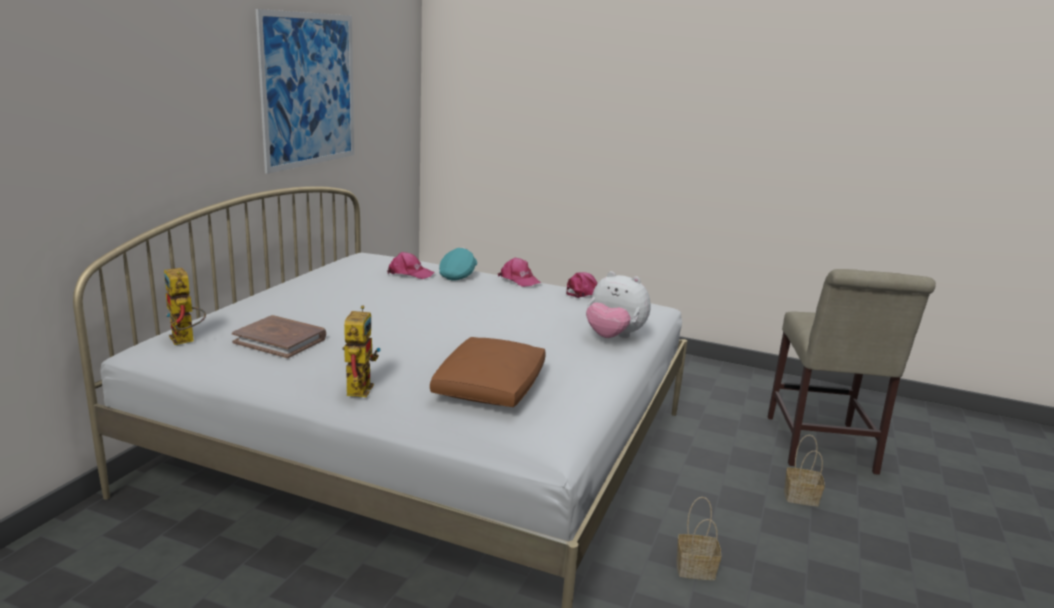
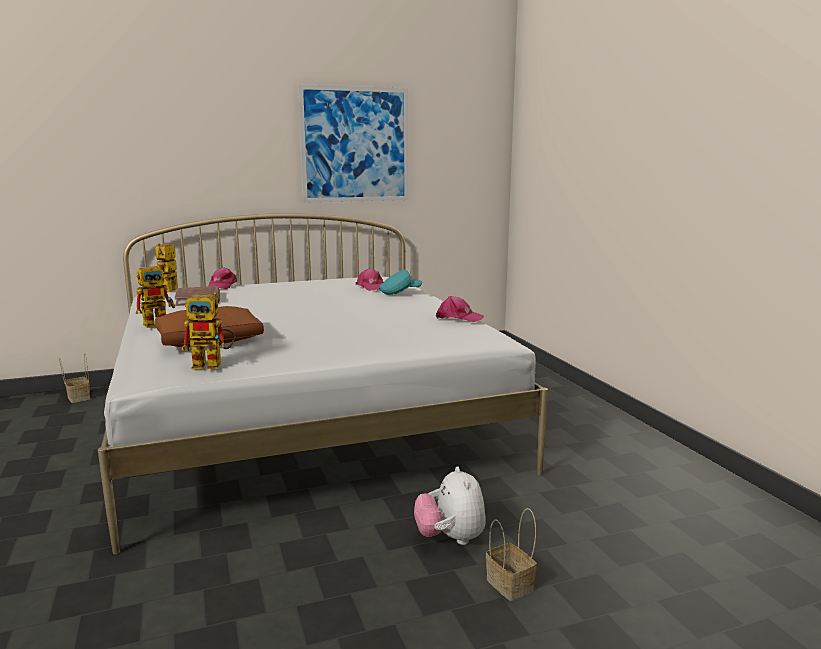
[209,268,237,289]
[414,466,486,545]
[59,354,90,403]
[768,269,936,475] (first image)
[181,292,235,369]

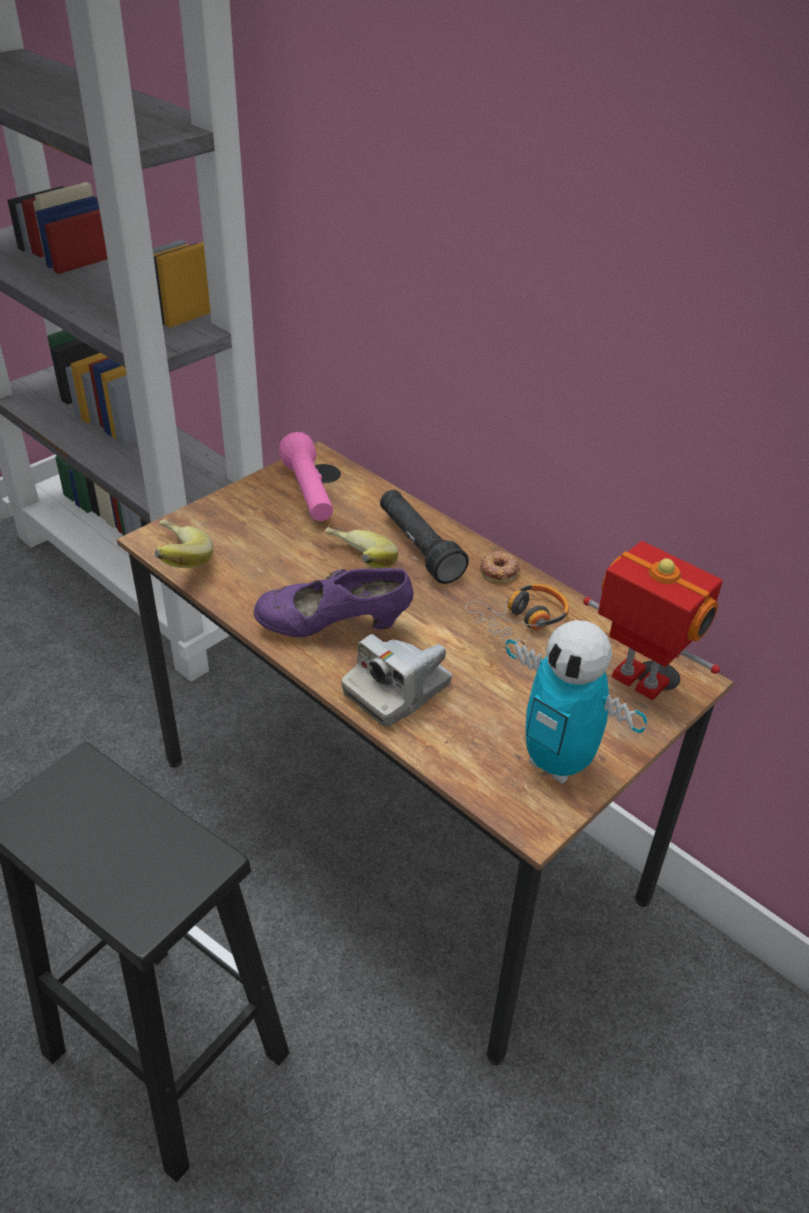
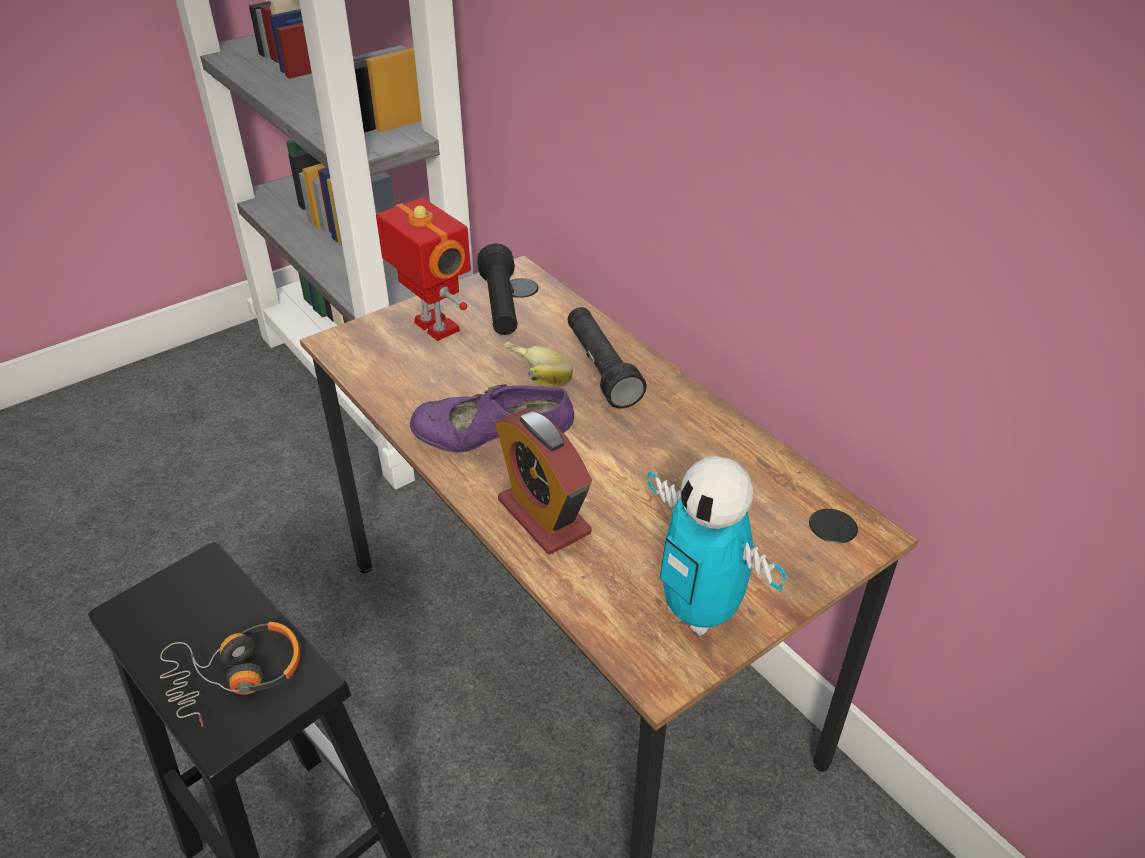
[155,519,213,568] (first image)
[477,243,518,335]
[496,409,592,555]
[160,622,300,727]
[480,551,520,583] (first image)
[376,197,471,341]

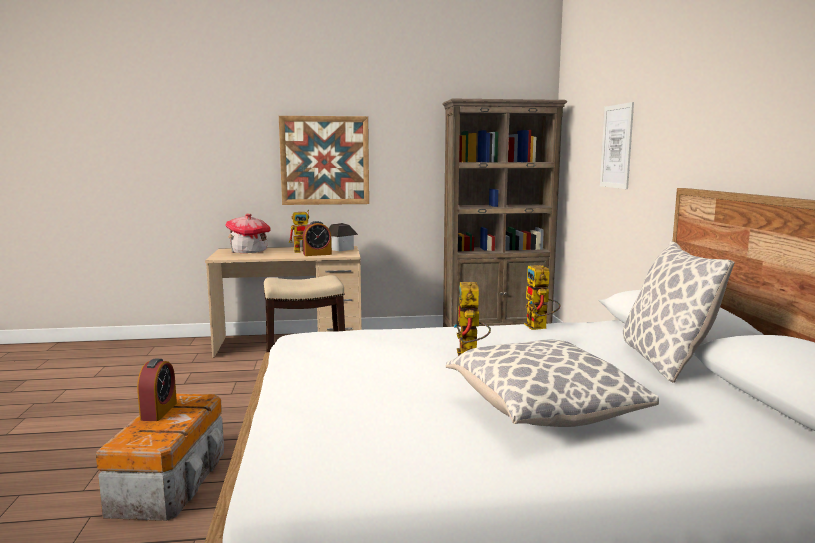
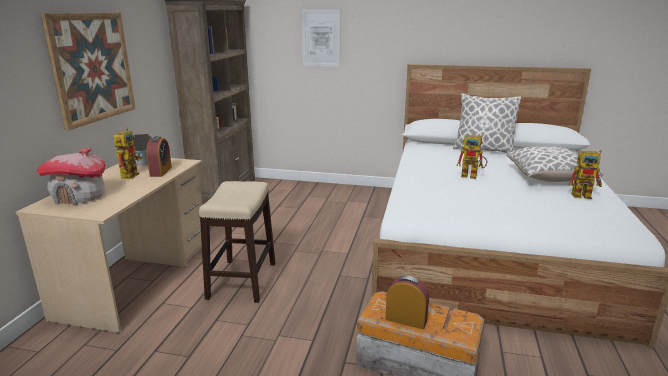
[569,150,602,199]

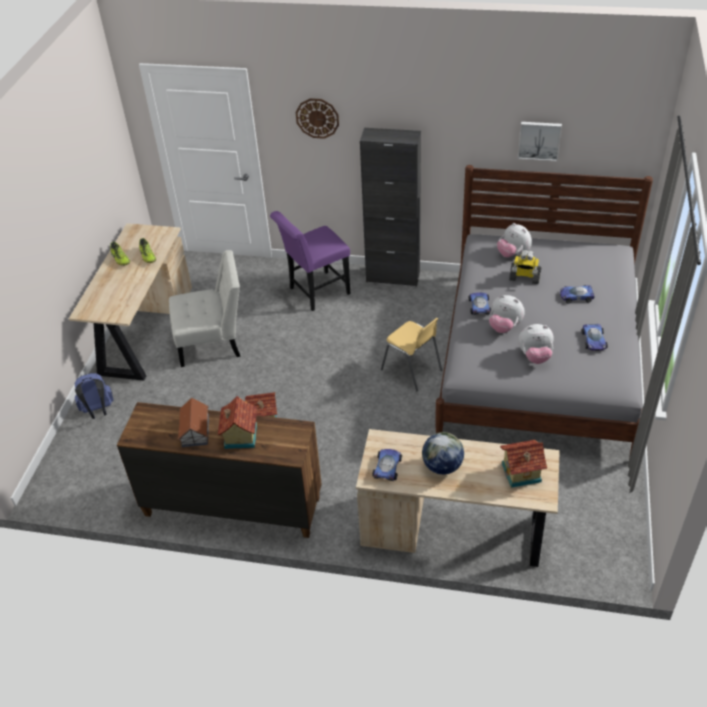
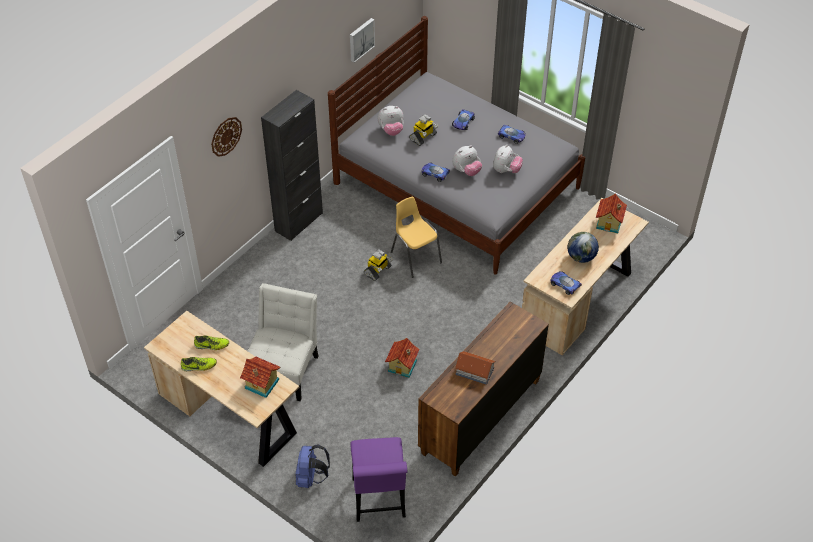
[240,357,280,398]
[351,437,407,522]
[391,197,442,278]
[364,249,393,281]

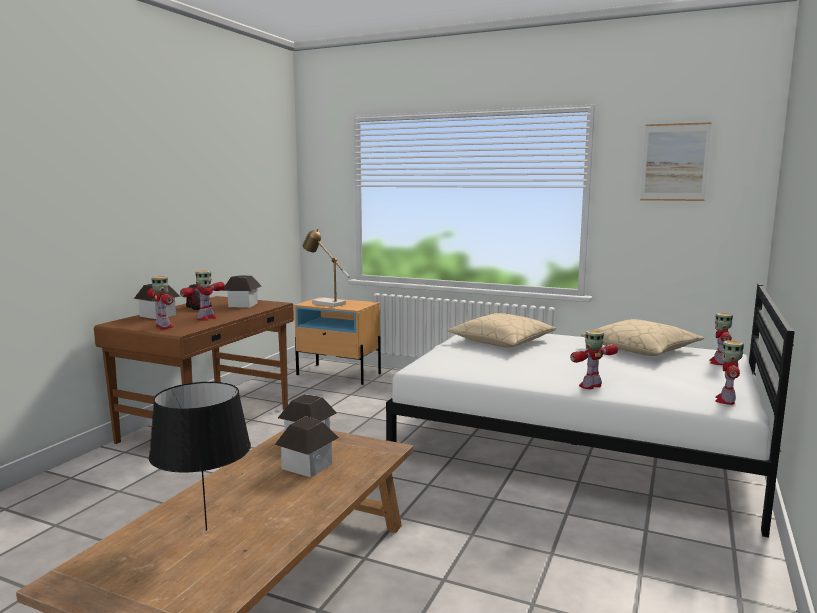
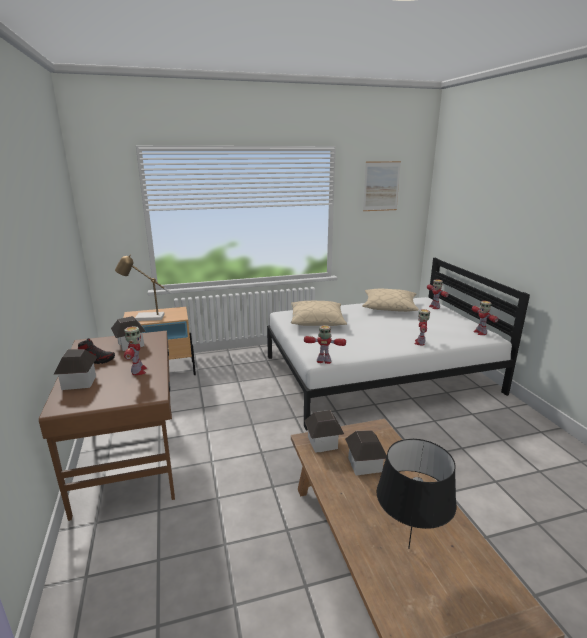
[304,325,346,364]

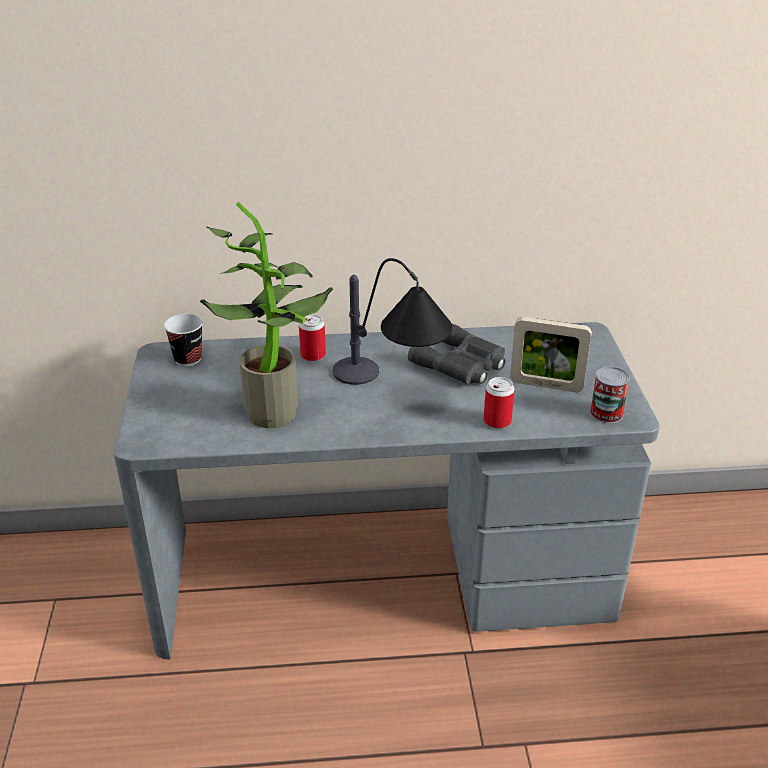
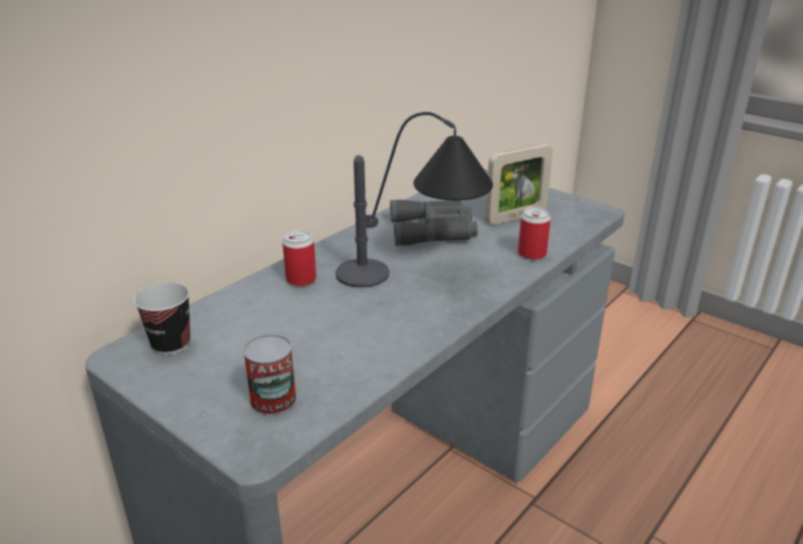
[200,202,333,428] (first image)
[243,334,297,415]

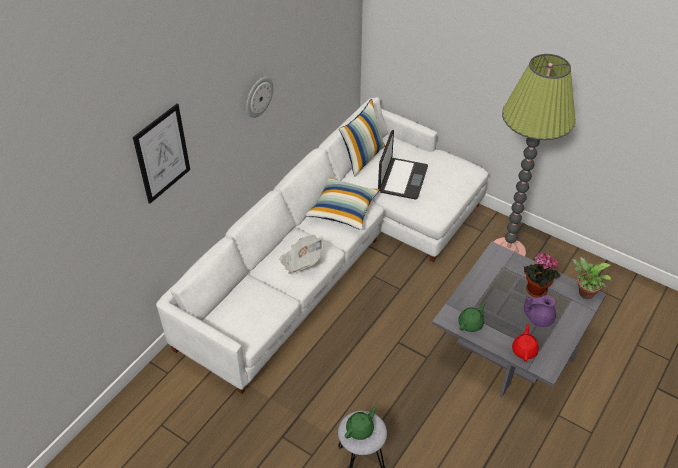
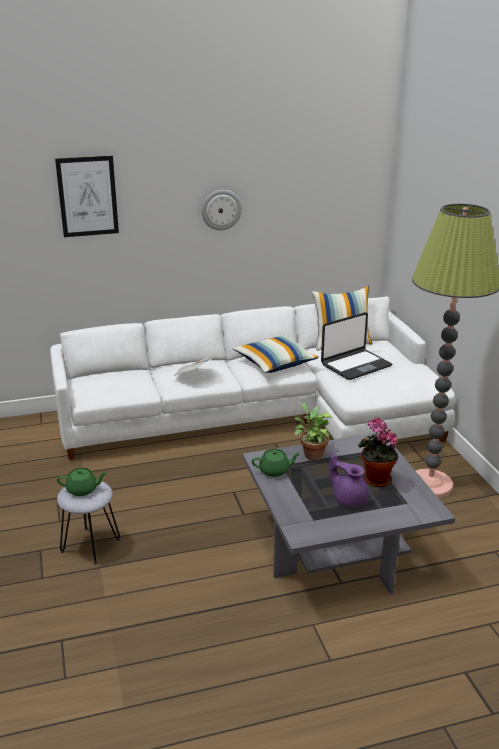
[512,324,539,361] (first image)
[295,402,333,461]

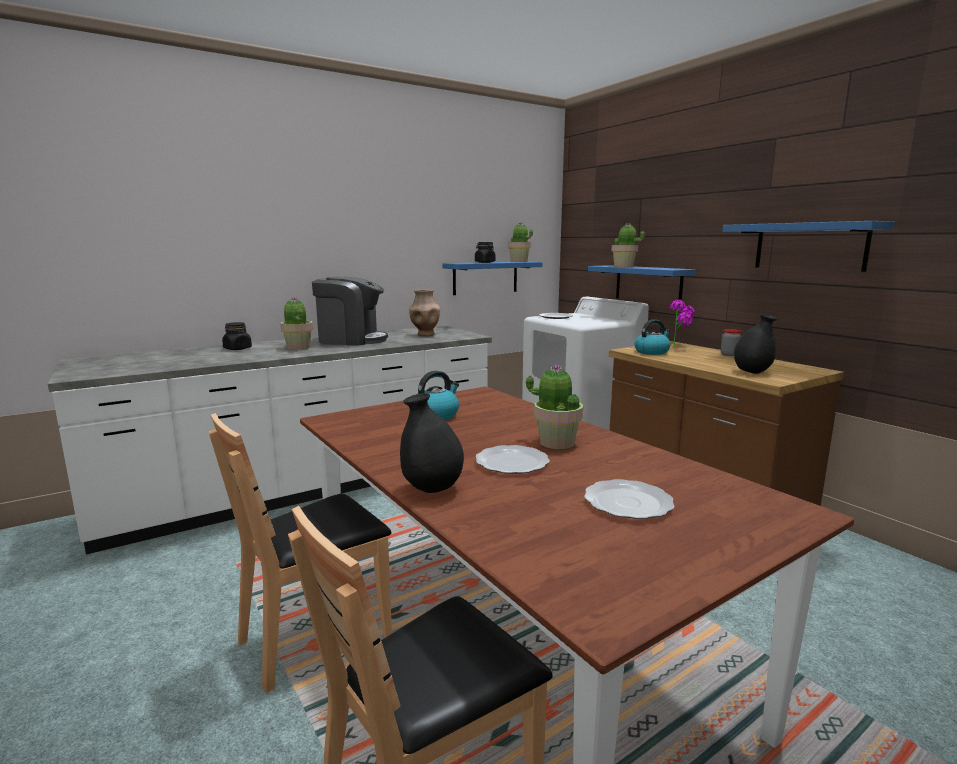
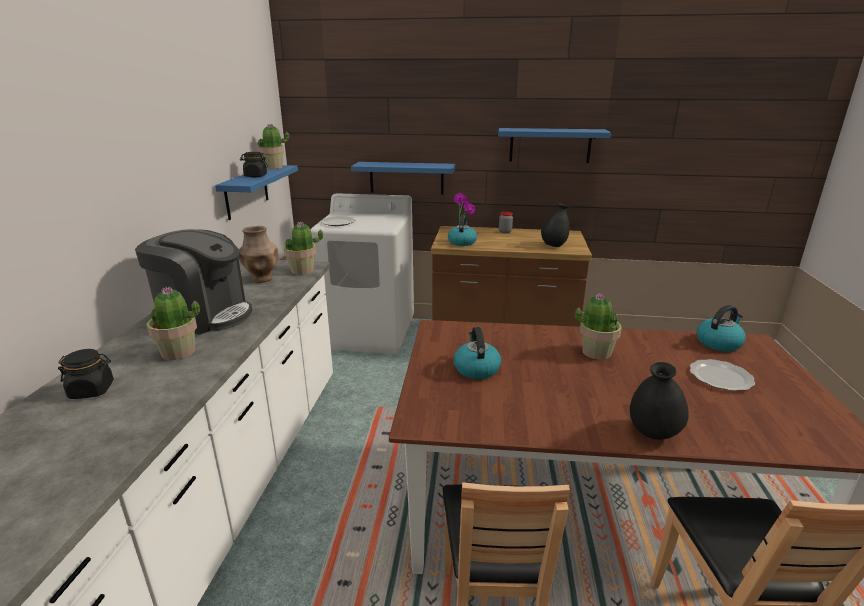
[135,229,252,335]
[475,445,550,474] (first image)
[284,221,323,275]
[697,305,746,352]

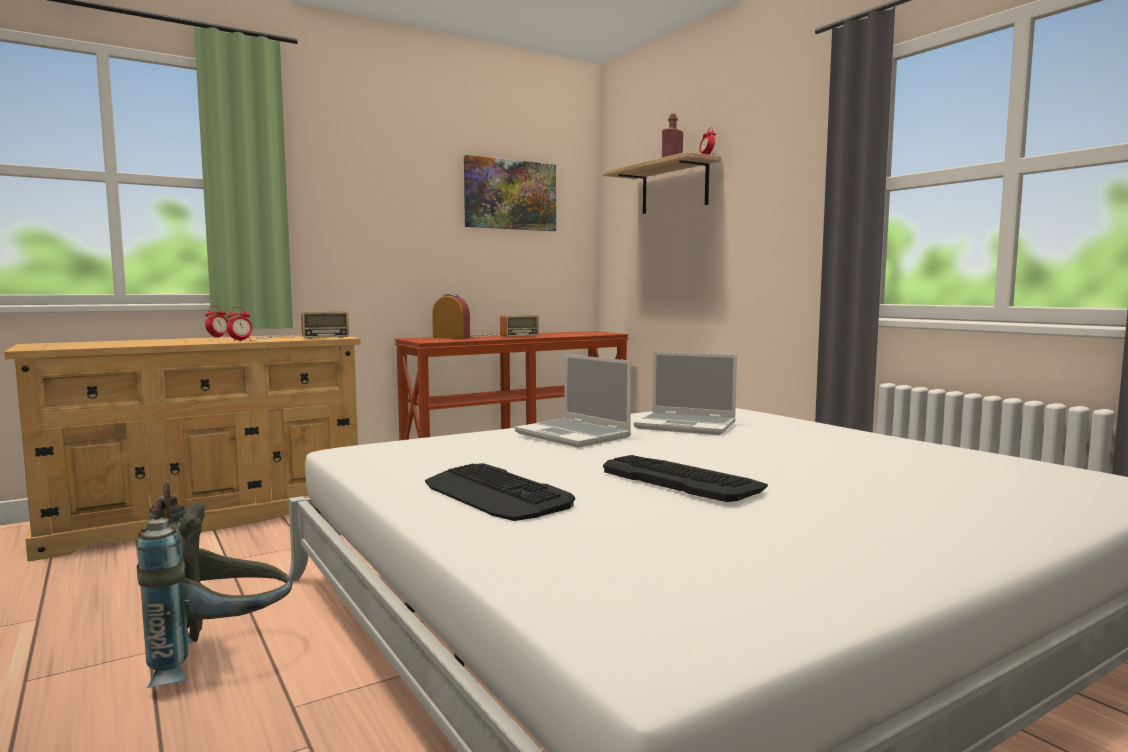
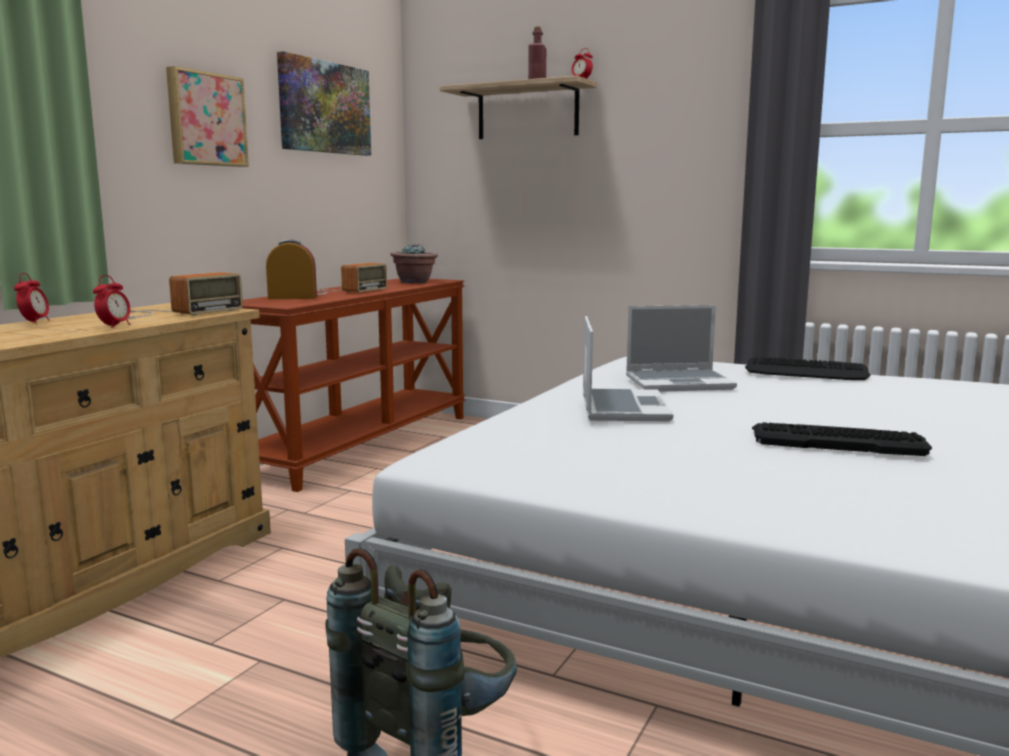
[745,357,871,380]
[583,316,673,421]
[166,66,249,167]
[391,244,438,284]

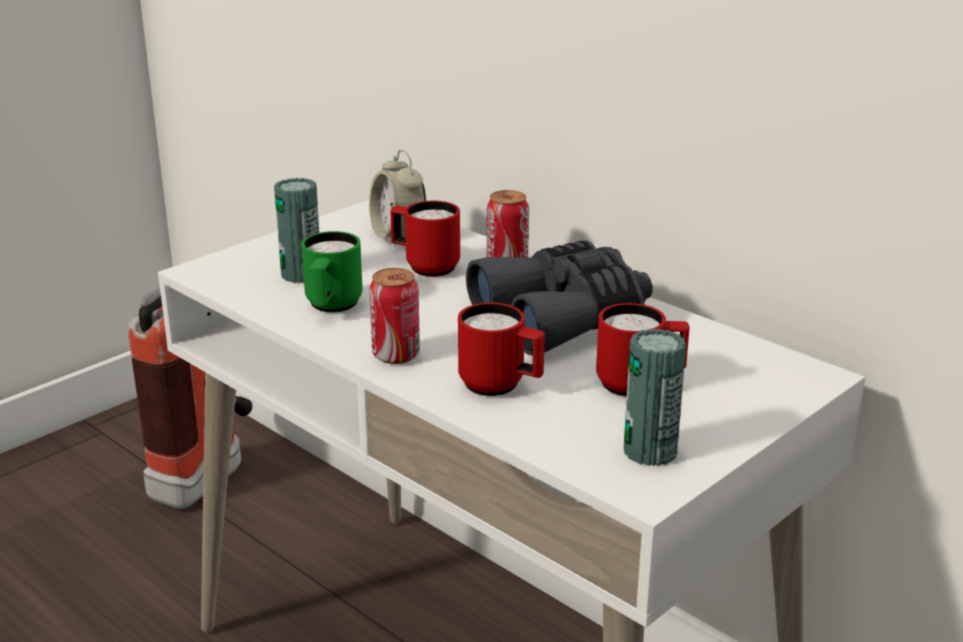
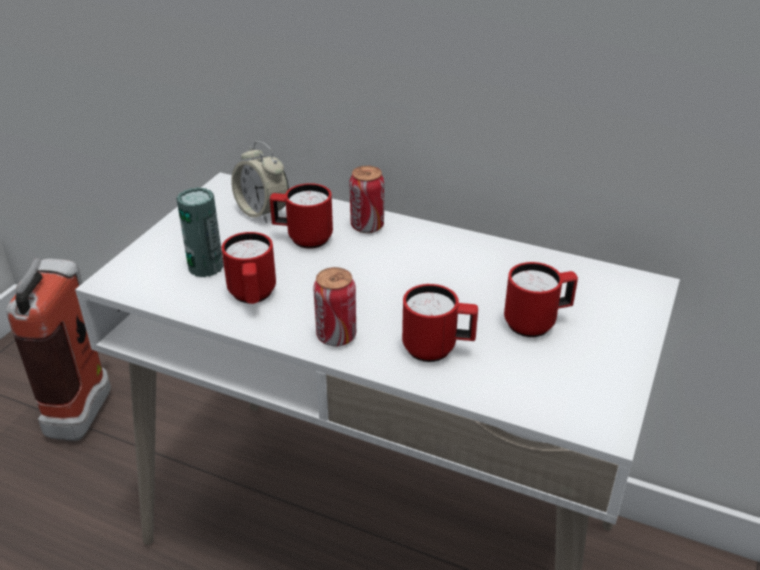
[221,232,276,304]
[466,240,653,355] (first image)
[624,329,686,466] (first image)

